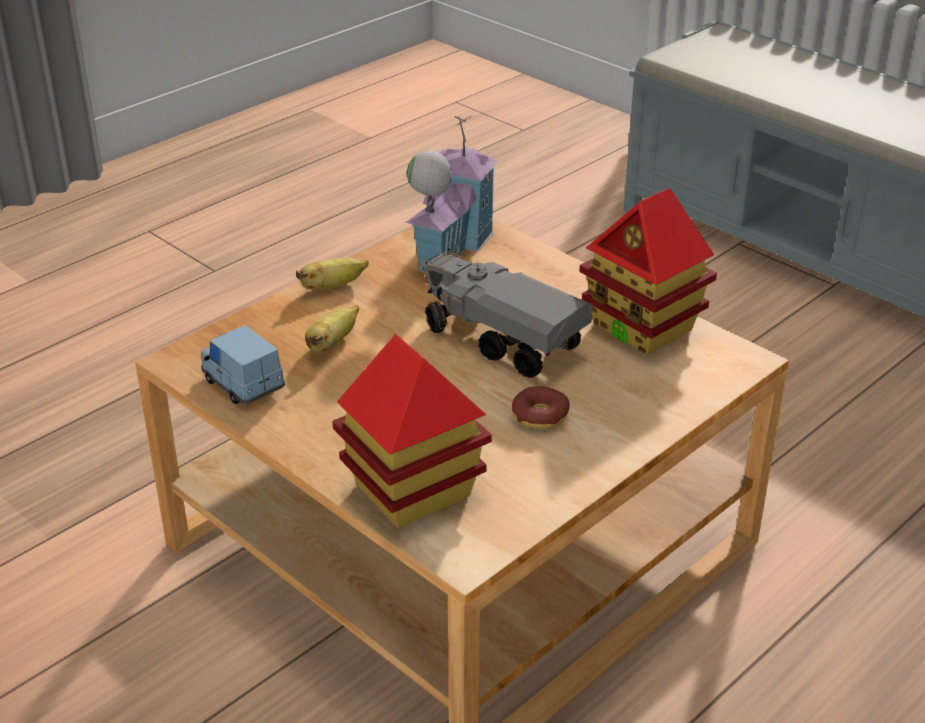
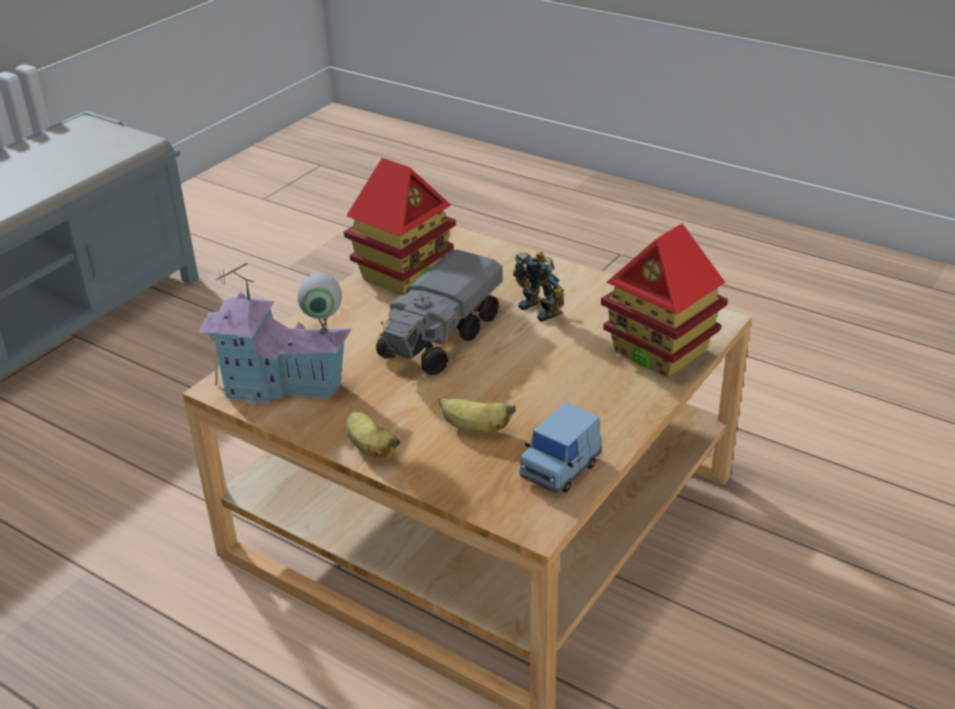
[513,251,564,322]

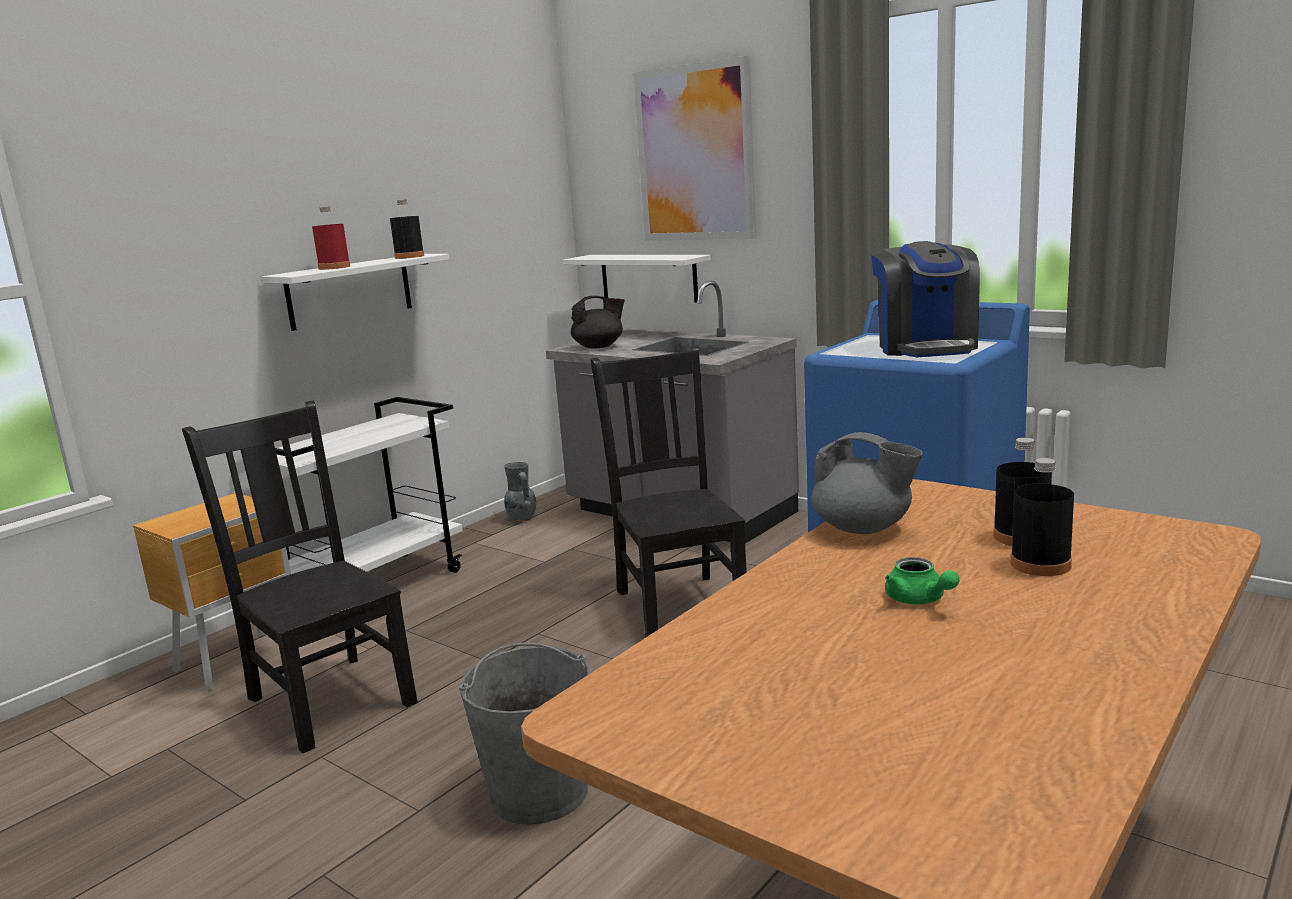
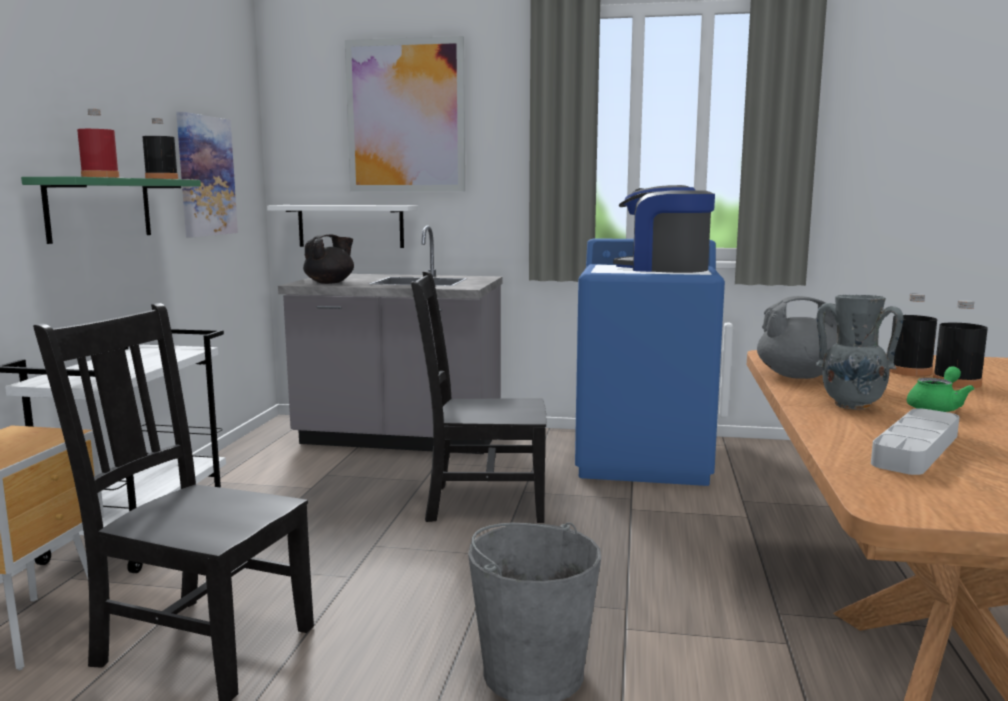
[21,177,201,244]
[816,295,904,410]
[411,271,546,523]
[613,185,715,273]
[907,366,974,412]
[176,112,238,237]
[871,408,960,475]

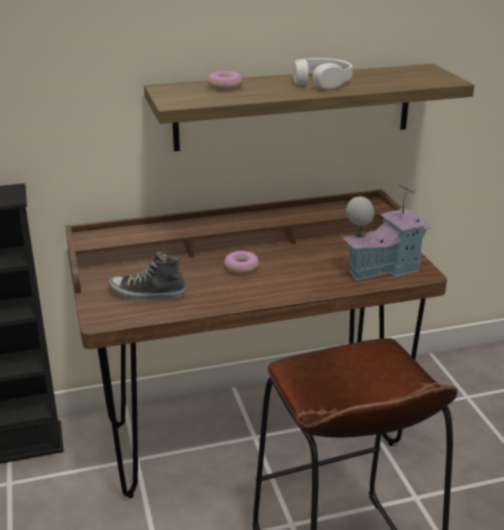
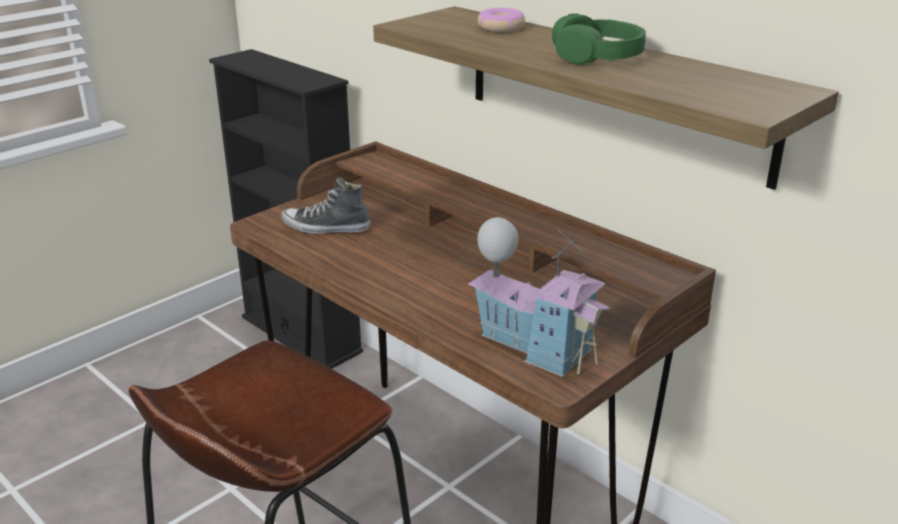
[281,177,370,234]
[224,251,259,274] (first image)
[552,13,646,65]

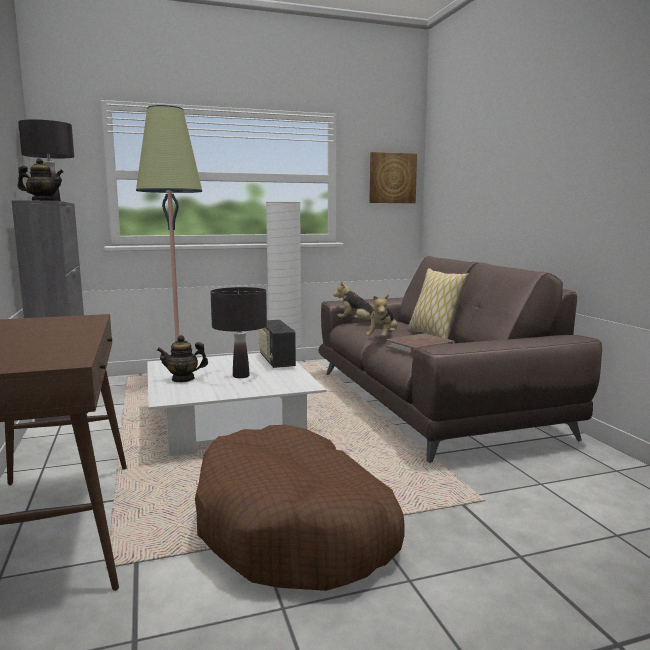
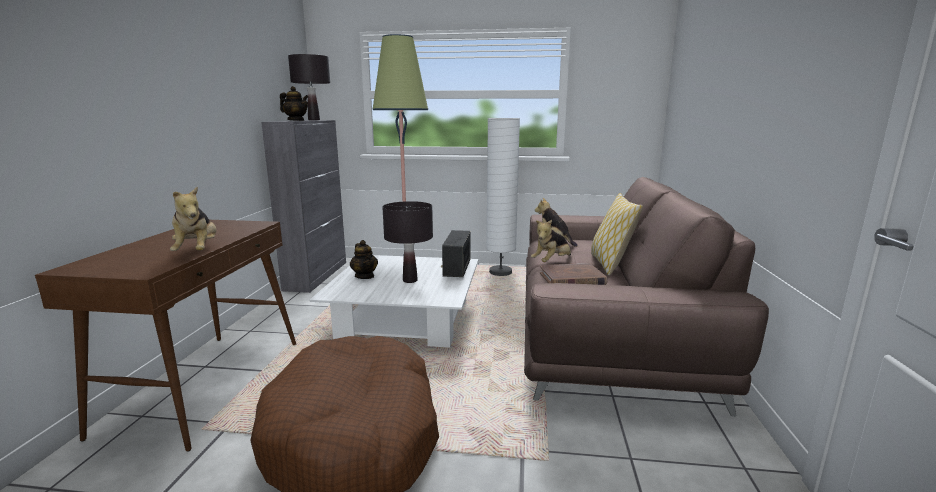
[350,240,378,279]
[369,152,417,203] (first image)
[170,187,216,251]

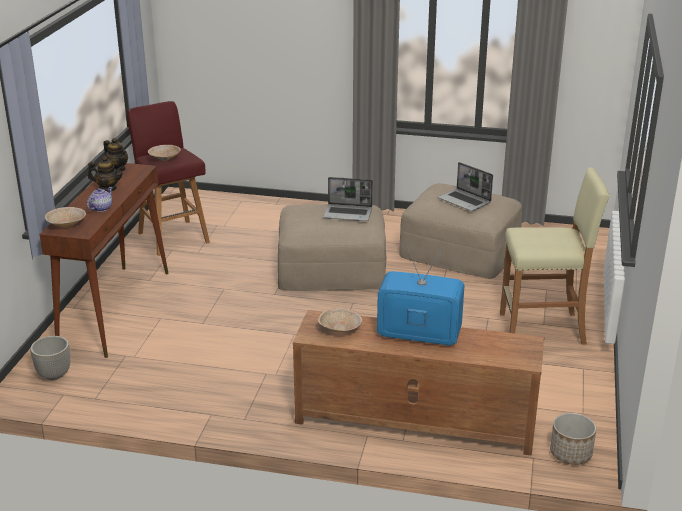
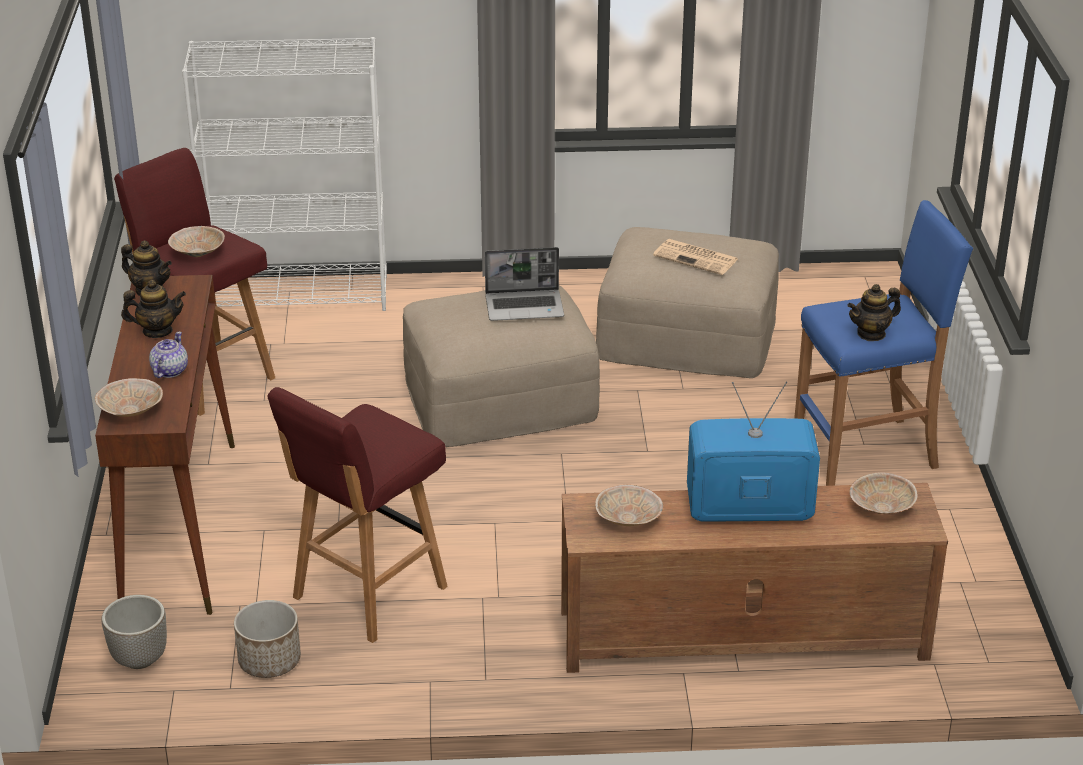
[653,239,738,275]
[794,200,973,486]
[234,600,301,678]
[182,37,387,311]
[267,387,448,643]
[847,284,901,341]
[849,472,918,514]

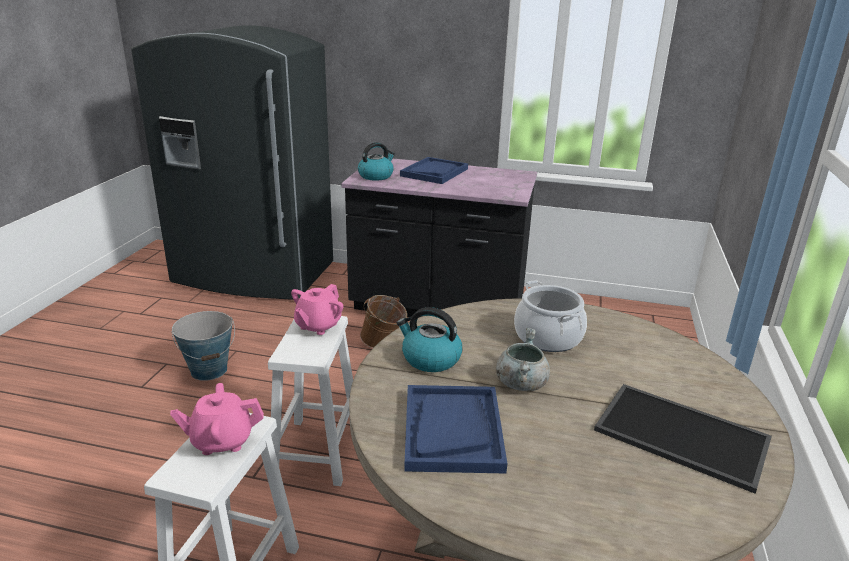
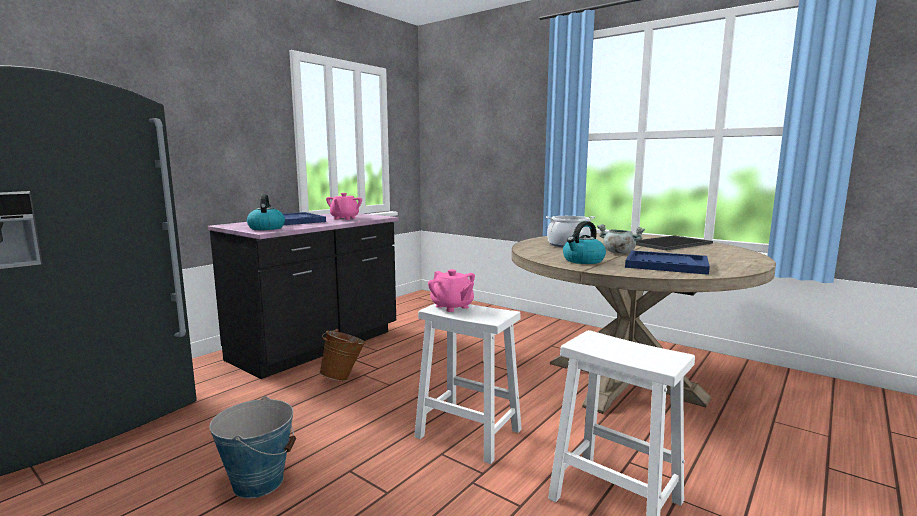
[326,193,362,220]

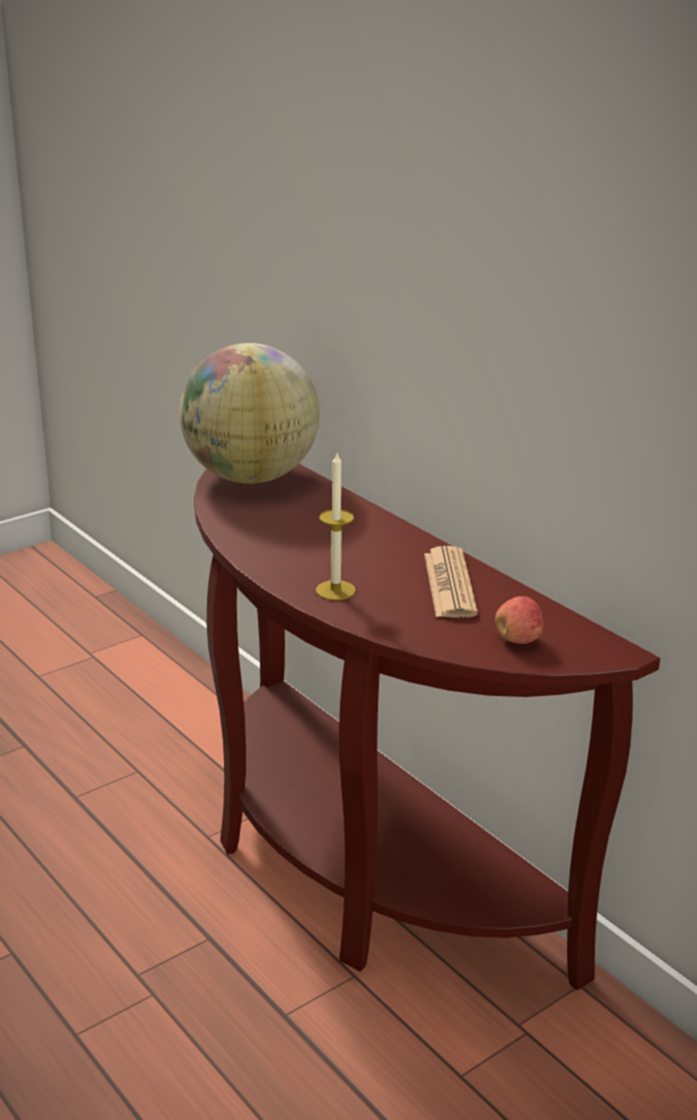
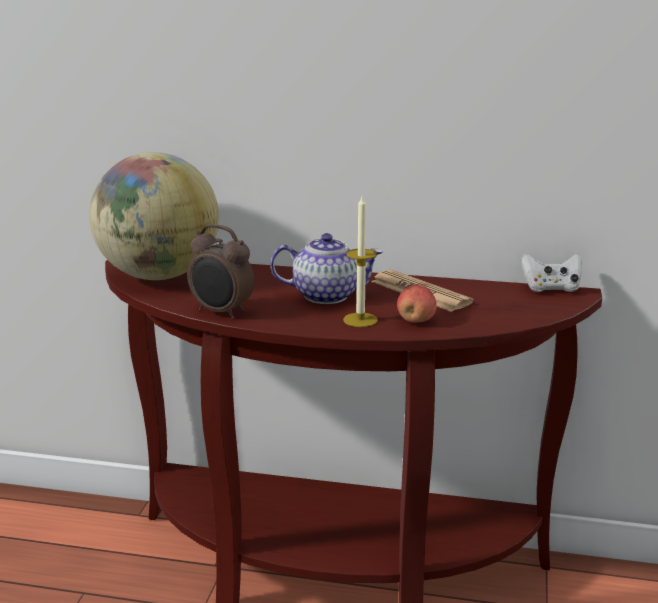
[397,284,436,323]
[187,224,254,319]
[270,233,383,304]
[522,253,582,292]

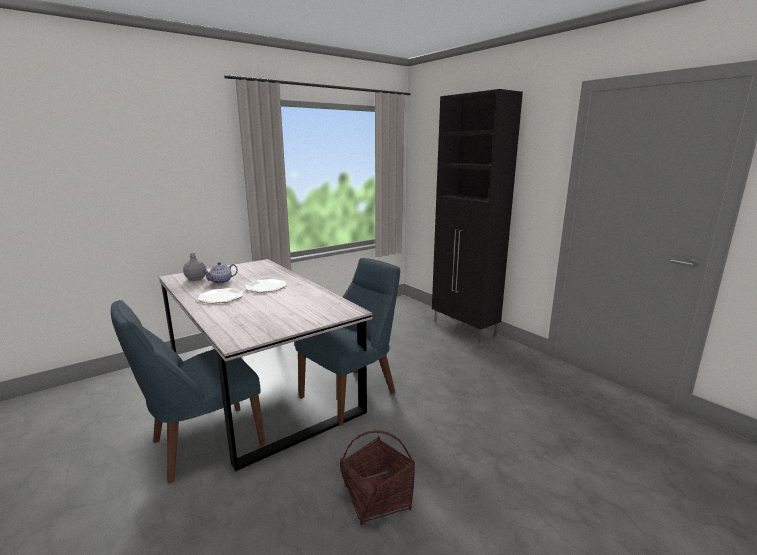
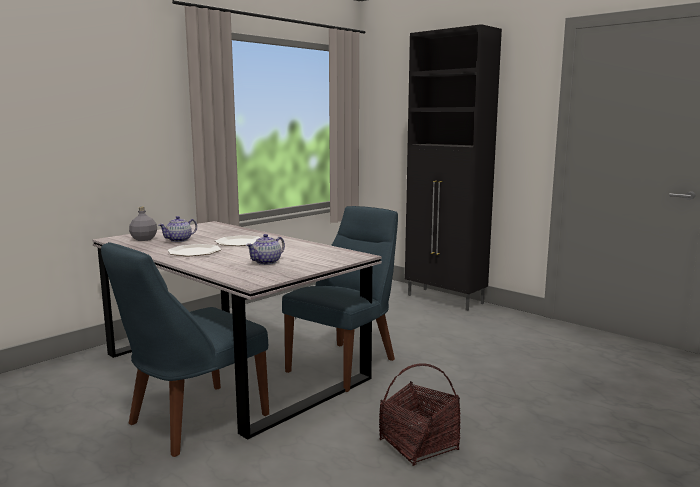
[246,234,285,265]

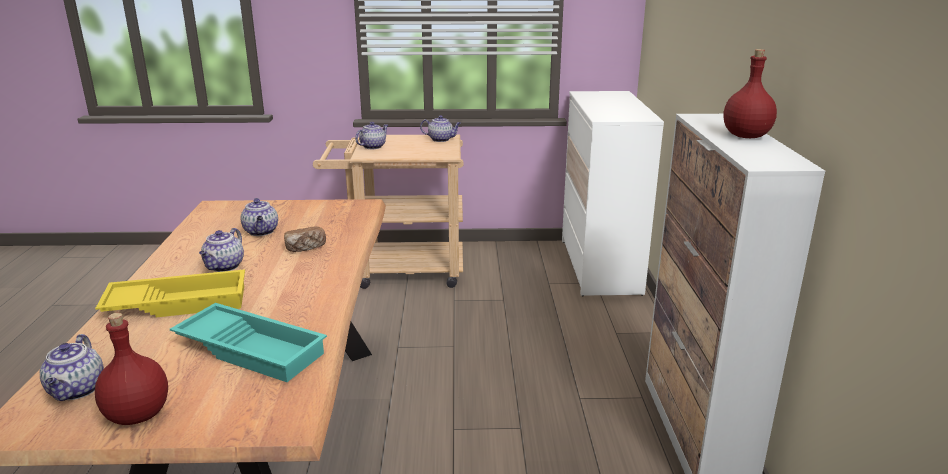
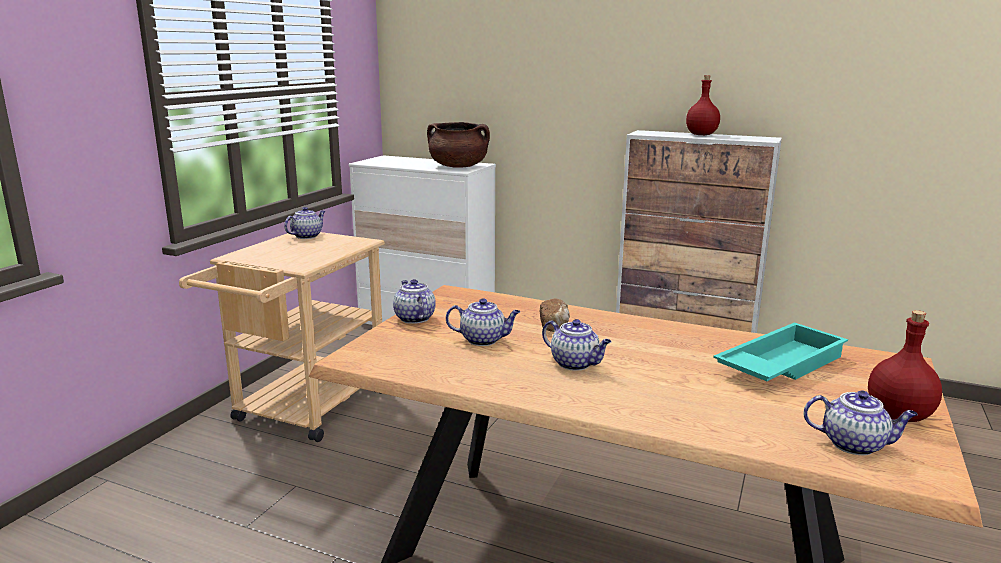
[95,269,245,318] (first image)
[393,279,436,324]
[427,122,490,168]

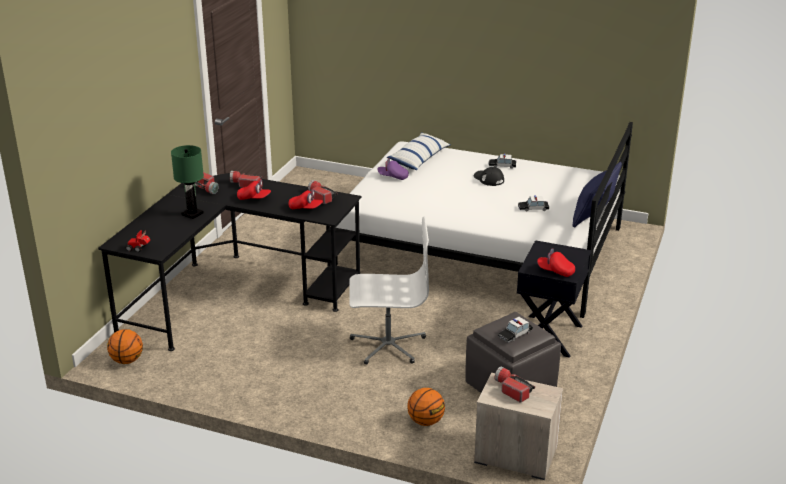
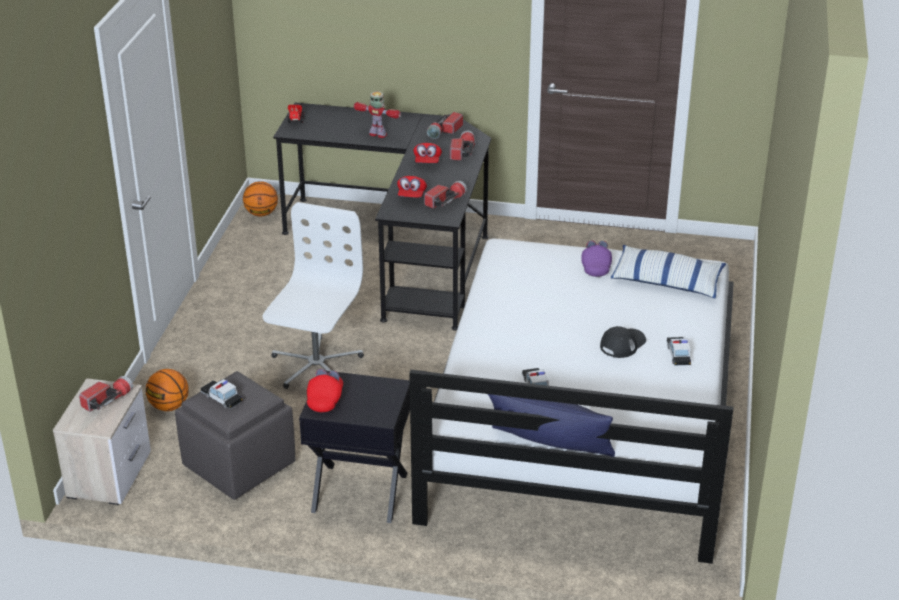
[354,92,401,138]
[262,202,364,389]

